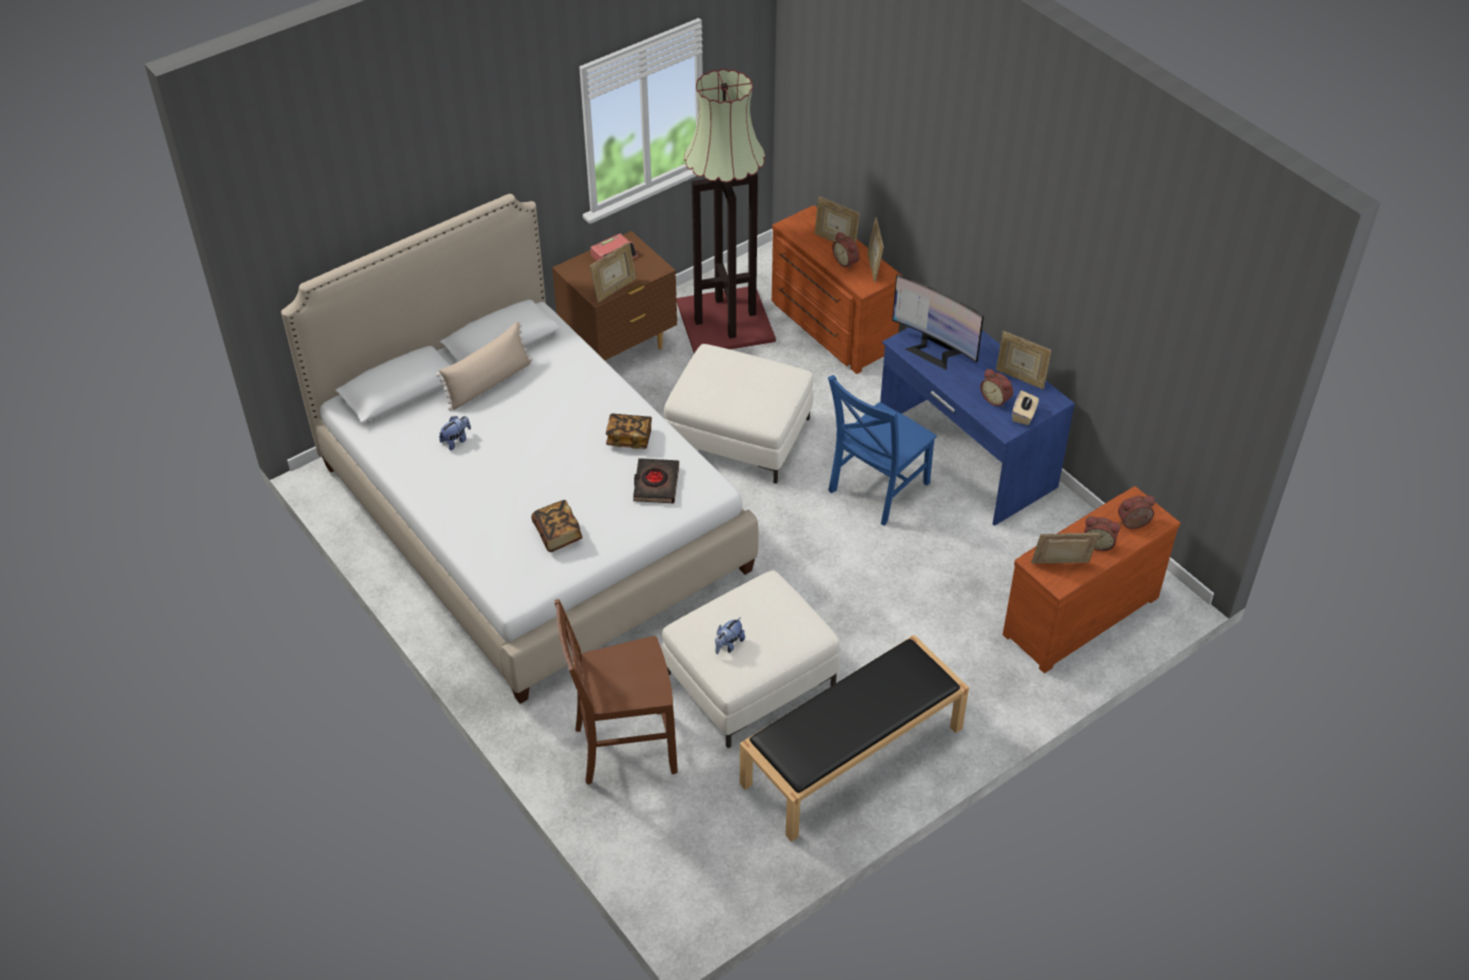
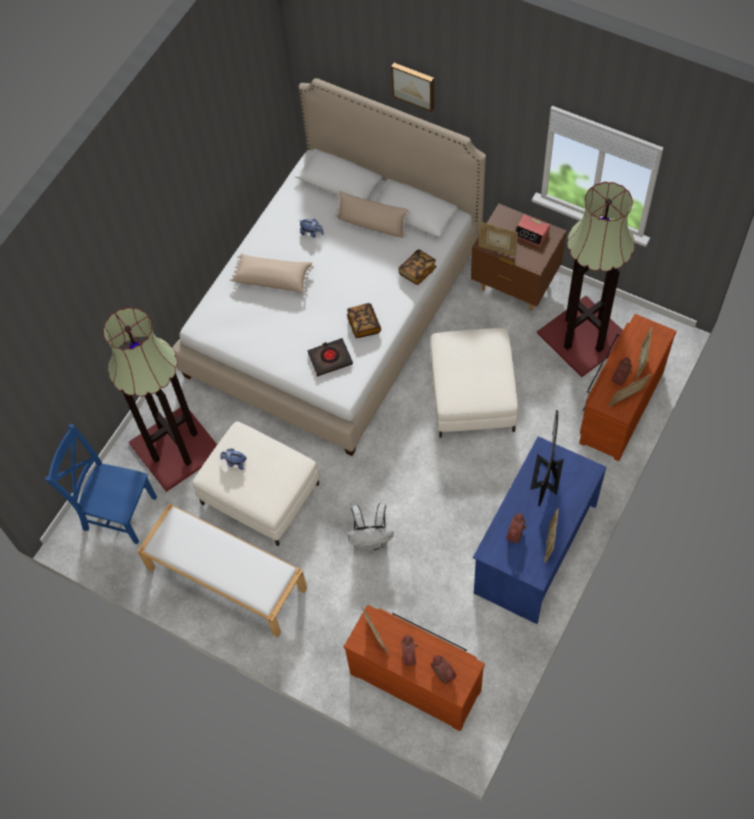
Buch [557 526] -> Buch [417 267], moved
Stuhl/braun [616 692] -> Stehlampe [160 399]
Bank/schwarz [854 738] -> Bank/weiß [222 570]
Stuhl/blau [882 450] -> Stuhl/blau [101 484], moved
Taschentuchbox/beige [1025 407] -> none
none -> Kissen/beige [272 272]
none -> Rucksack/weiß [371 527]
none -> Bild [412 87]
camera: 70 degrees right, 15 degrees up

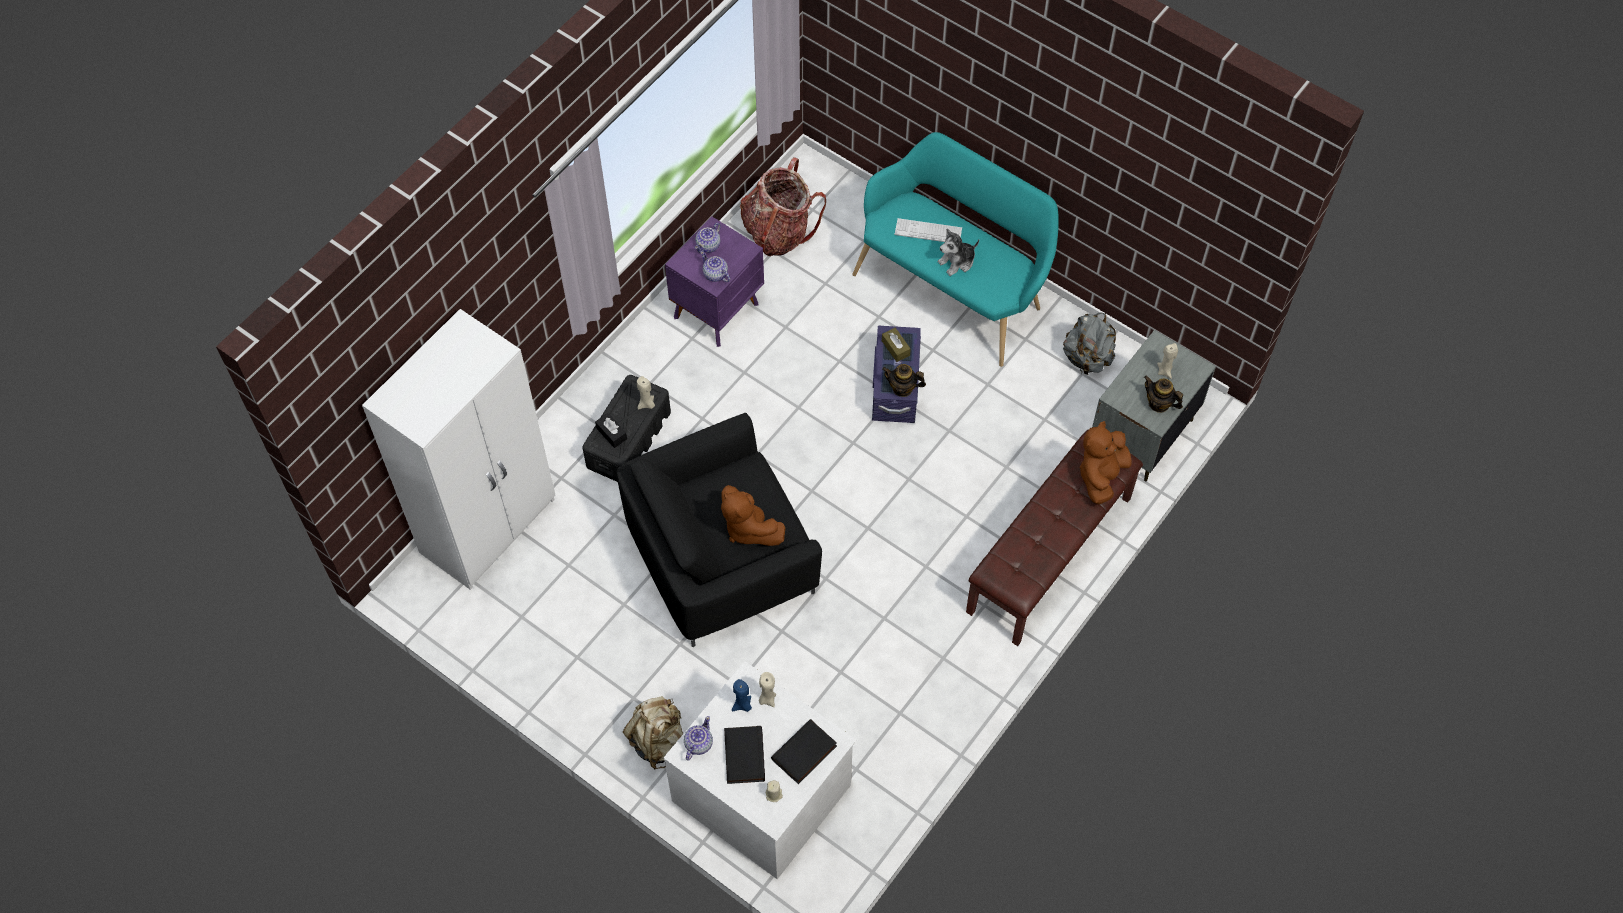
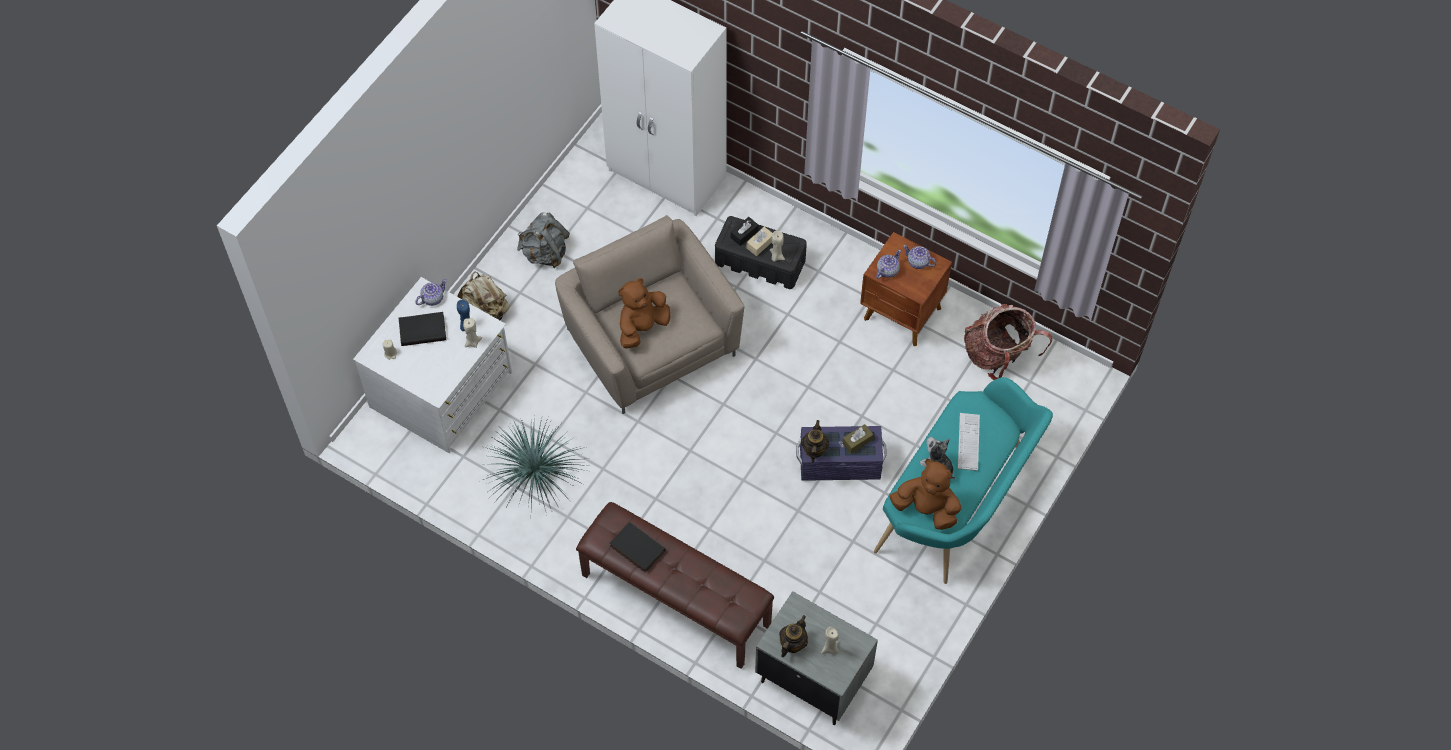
Sessel/schwarz [719 530] -> Sessel/beige [649 314]
Nachttisch/lila [714 281] -> Nachttisch/braun [906 289]
Teekanne [698 738] -> Teekanne [431 292], 60 degrees counterclockwise
Buch/schwarz [804 751] -> Buch/schwarz [638 547], moved
Rucksack/grau [1089 343] -> Rucksack/grau [543 240], moved
Plüschtier/braun [1105 463] -> Plüschtier/braun [925 494], moved
none -> Topfpflanze [535 464]
none -> Taschentuchbox/beige [759 241]
camera: 85 degrees right, 0 degrees up

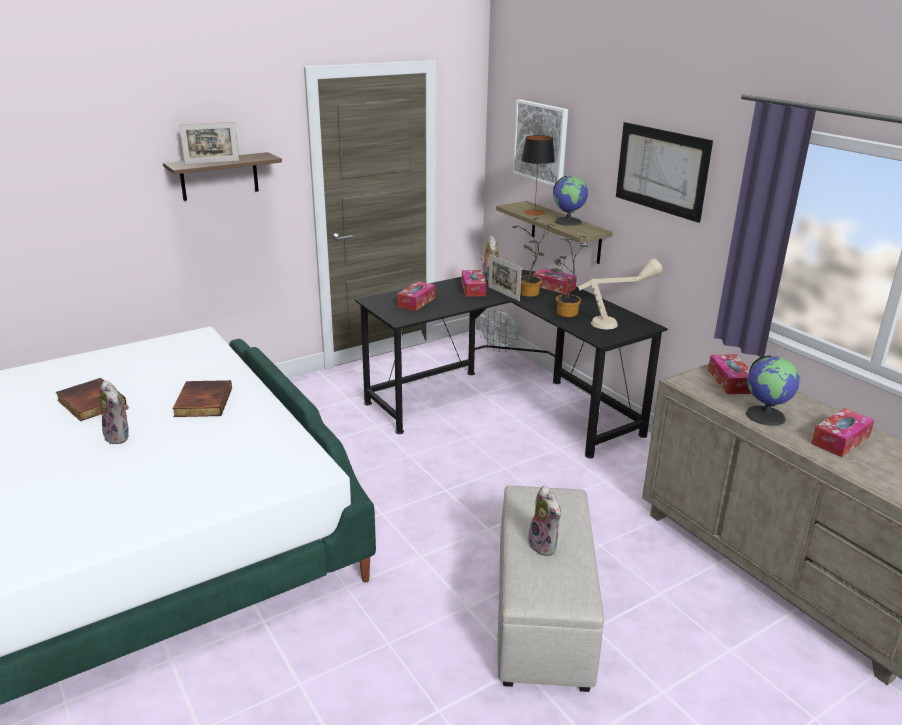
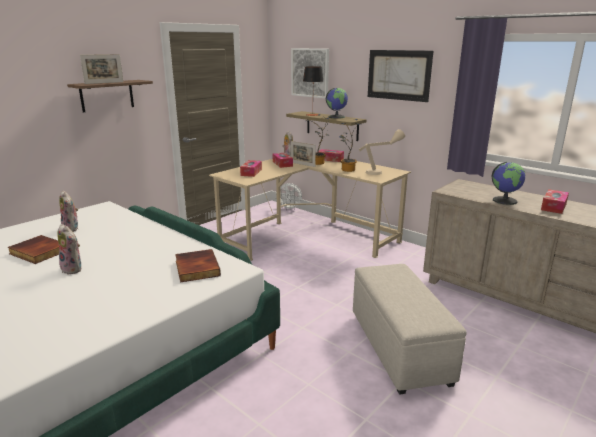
Buch [202 398] -> Buch [198 266], moved
Schreibtisch/schwarz [511 364] -> Schreibtisch/beige [310 210]
Plüschtier [543 520] -> Plüschtier [68 211], moved
Taschentuchbox [729 374] -> none
camera: 15 degrees left, 5 degrees down

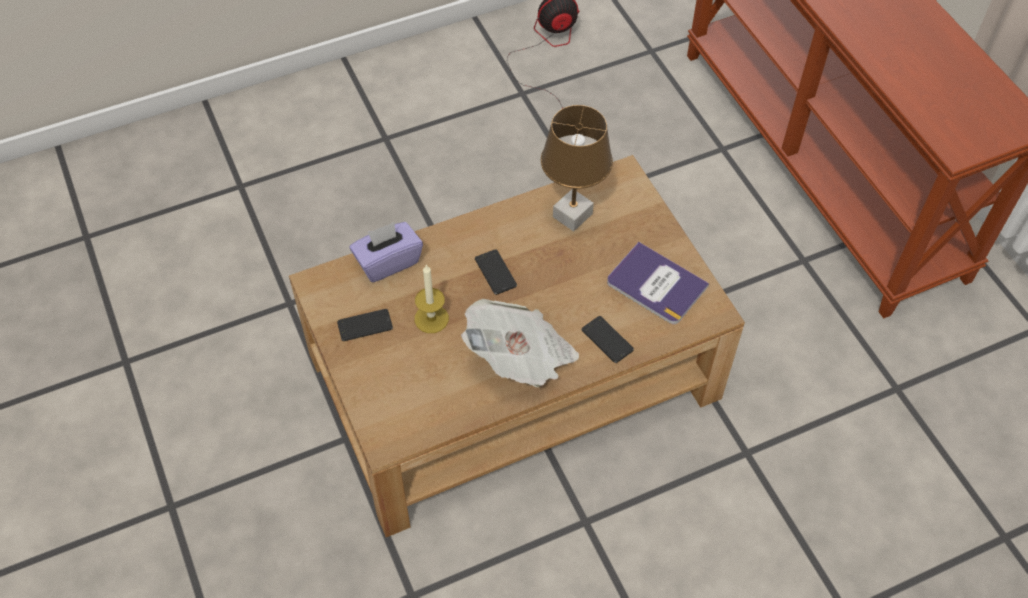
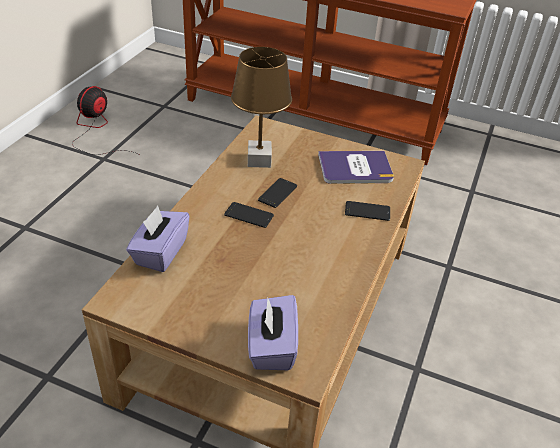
Handy [365 325] -> Handy [277 193], moved
Kerze [432 299] -> none
Zeitung [520 343] -> none
none -> Taschentuchbox/lila [273 332]
camera: 45 degrees left, 15 degrees down

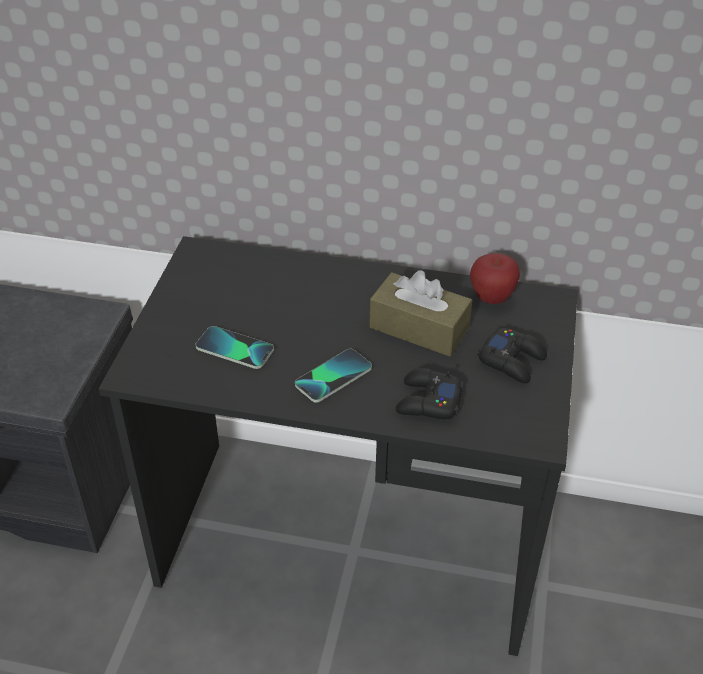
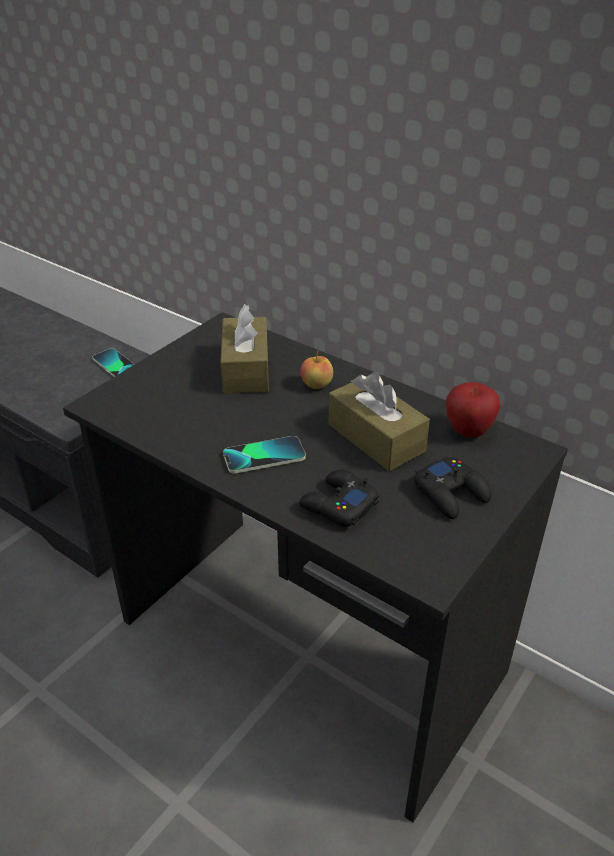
Handy [234 347] -> Handy [113 362], moved
none -> Taschentuchbox/braun [244 349]
none -> Apfel [316 370]
camera: 25 degrees right, 5 degrees down

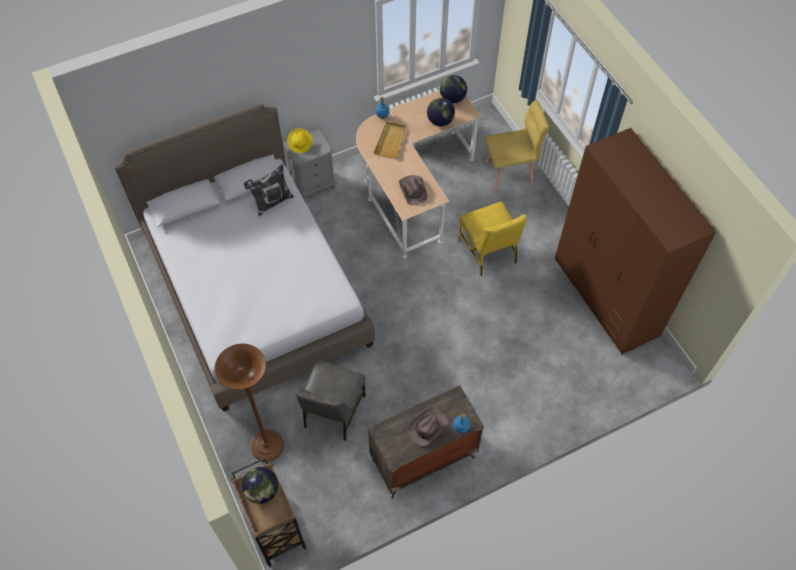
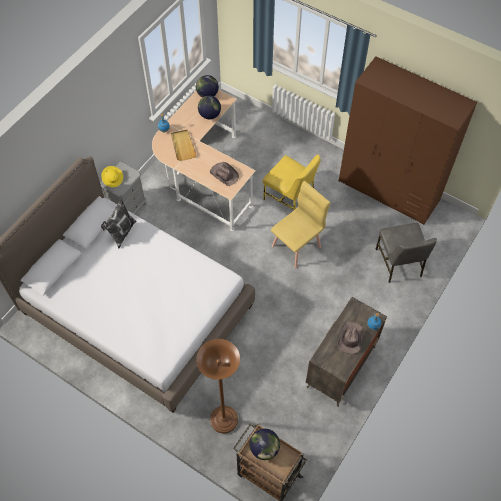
Stuhl/grau [330 401] -> Stuhl/grau [406 252], moved
Stuhl/gelb [516 145] -> Stuhl/gelb [300 224], moved
camera: 30 degrees left, 0 degrees up

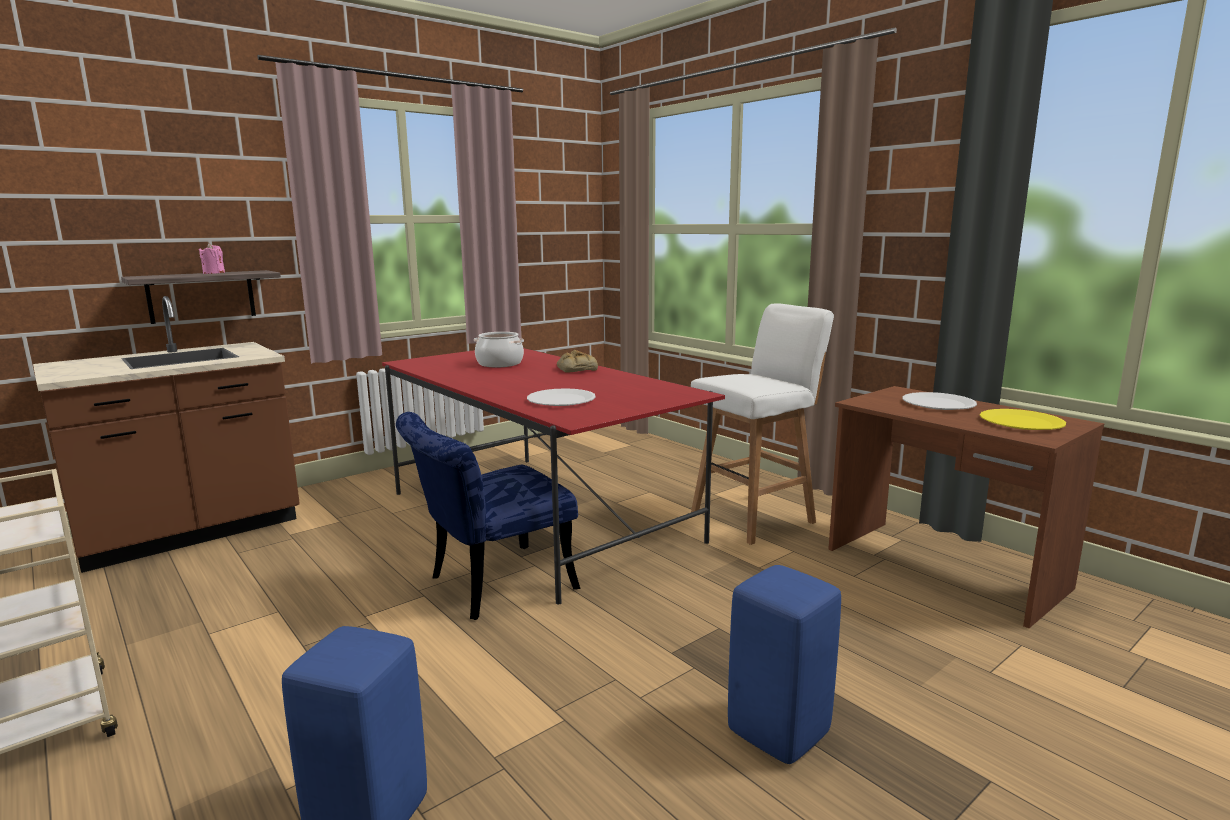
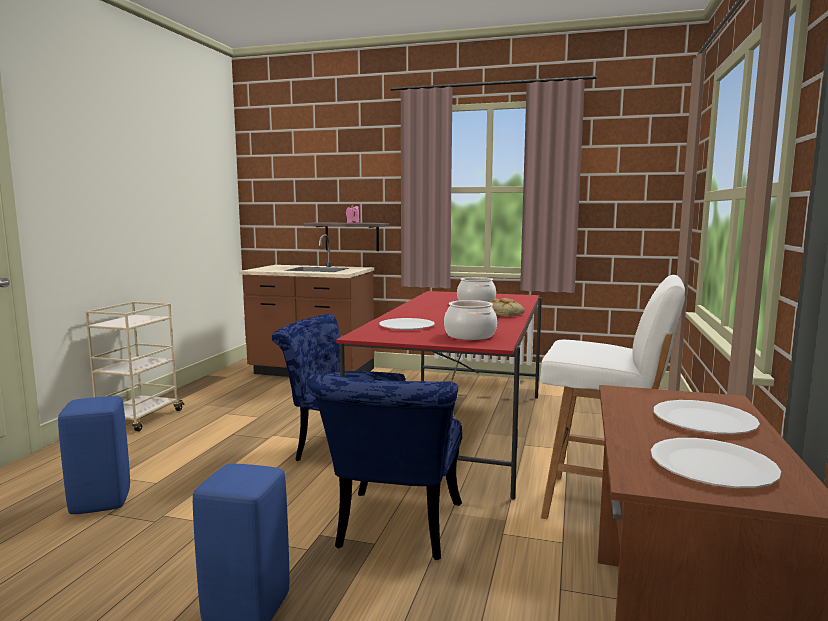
Teller/gelb [1023 419] -> Teller/weiß [716 463]
none -> Stuhl/blau [384 467]
none -> Kochtopf [470 320]
camera: 55 degrees right, 5 degrees down

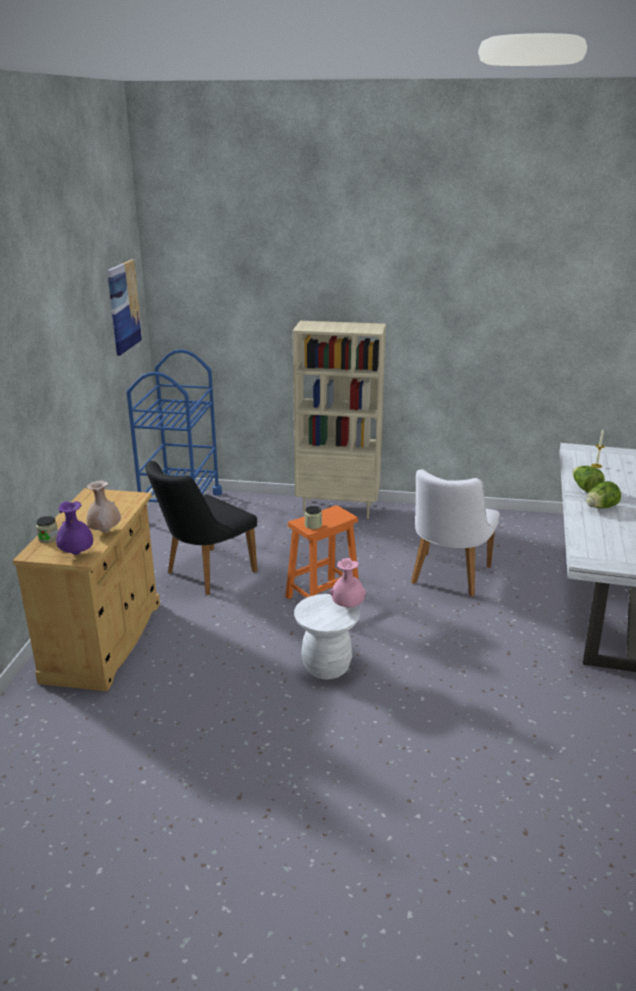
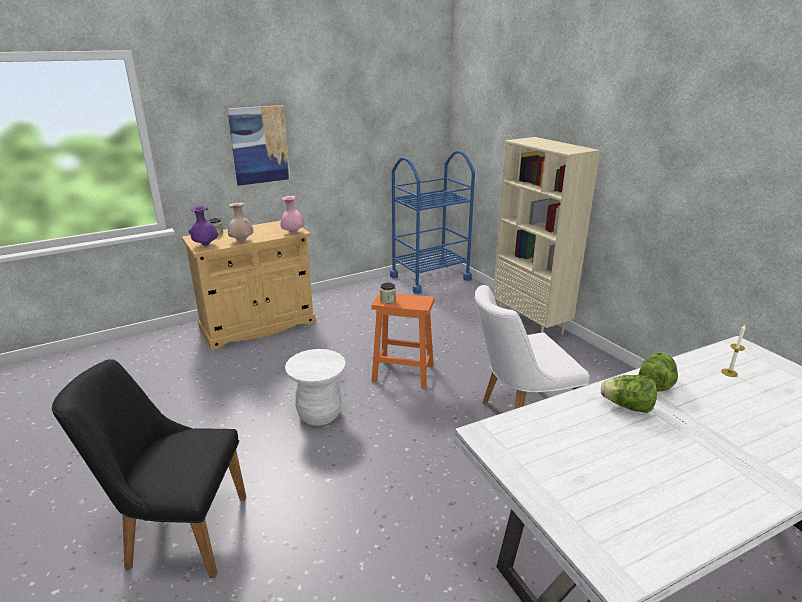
Bild [124 308] -> Bild [258 145], moved
Stuhl/schwarz [201 528] -> Stuhl/schwarz [149 468], moved
Vase/rosa [347 582] -> Vase/rosa [293 215], moved
camera: 50 degrees right, 0 degrees up

